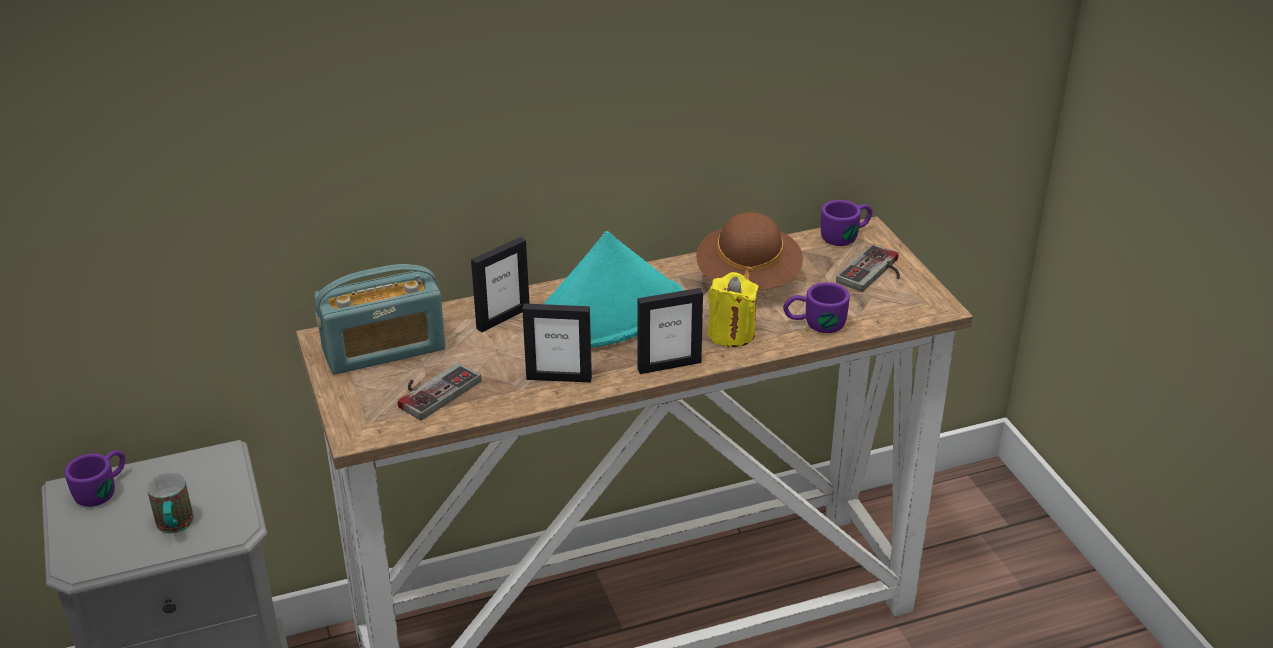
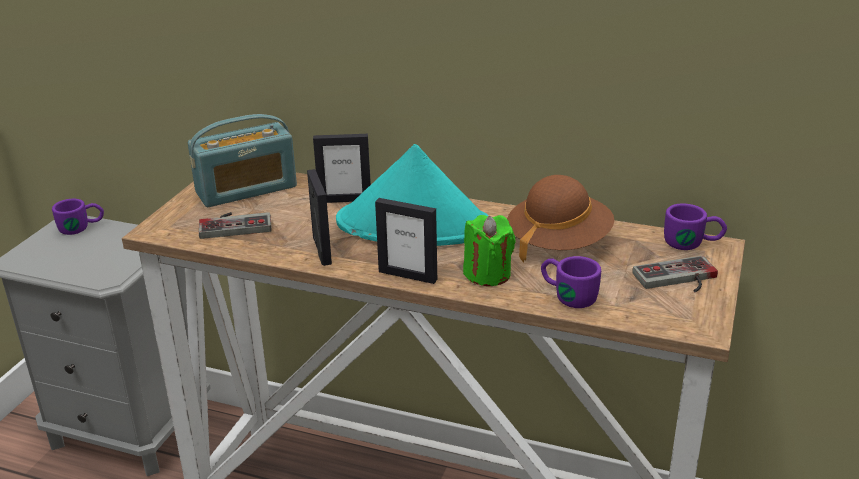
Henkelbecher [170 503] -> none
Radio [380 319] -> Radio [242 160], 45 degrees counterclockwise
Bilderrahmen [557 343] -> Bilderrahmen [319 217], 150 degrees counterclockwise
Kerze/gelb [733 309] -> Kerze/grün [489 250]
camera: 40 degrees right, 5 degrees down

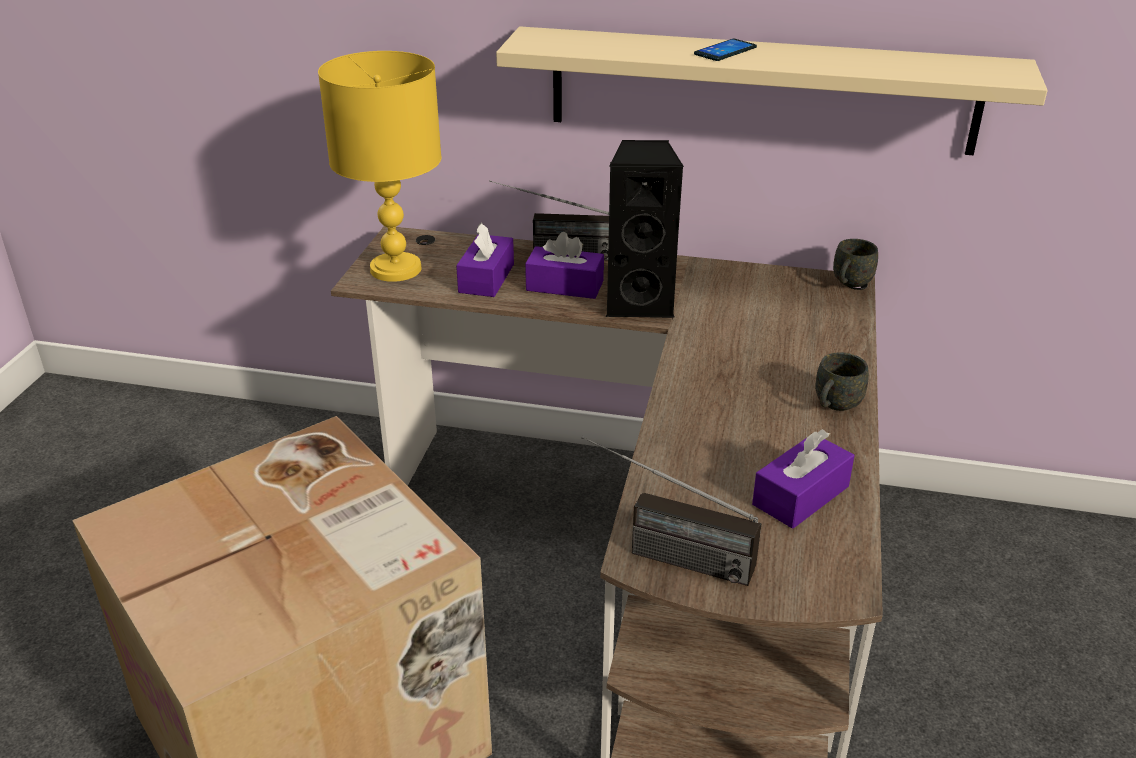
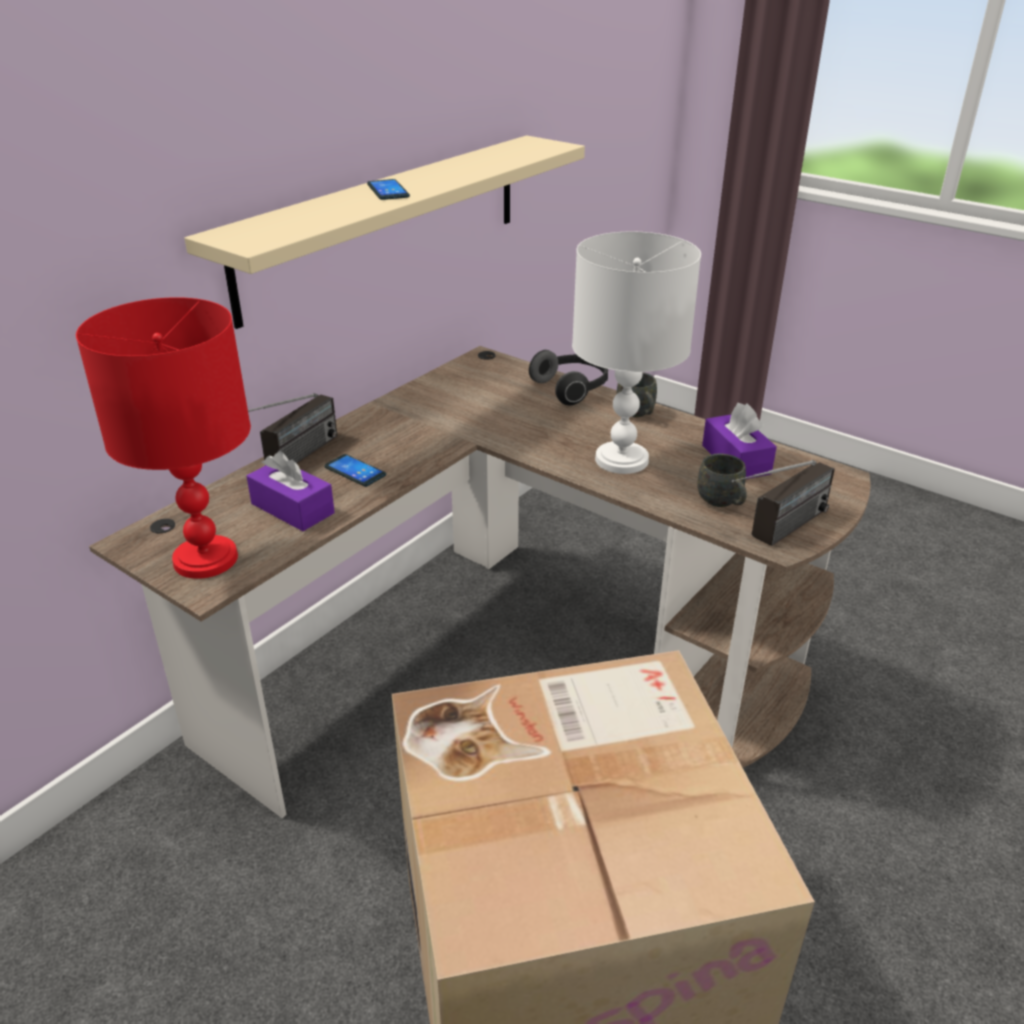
Tischlampe/gelb [380 166] -> Tischlampe/rot [163 438]
Taschentuchbox/lila [564 265] -> Handy [355 470]
Lautsprecher/schwarz [645 229] -> none
Henkelbecher/grau [855 263] -> Henkelbecher/grau [722 480], moved
none -> Kopfhörer [568 377]
none -> Tischlampe/weiß [636 353]
camera: 65 degrees left, 0 degrees up

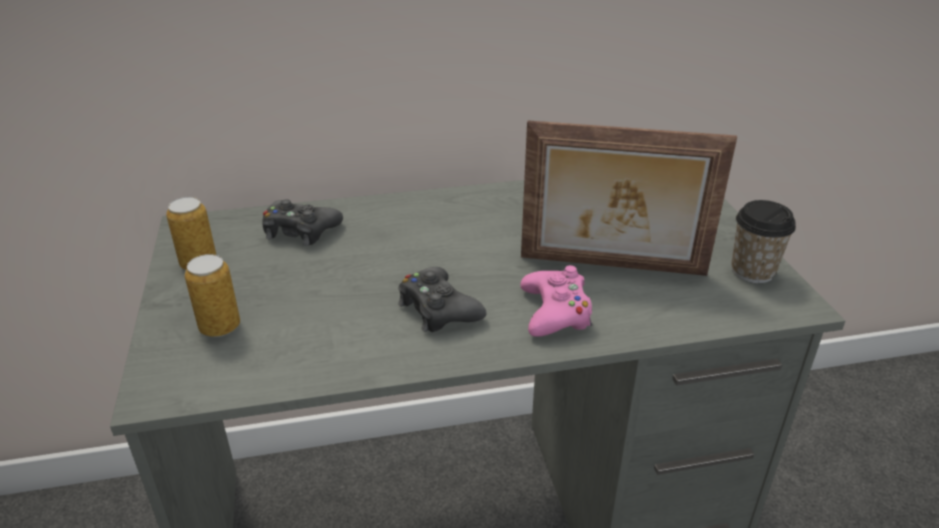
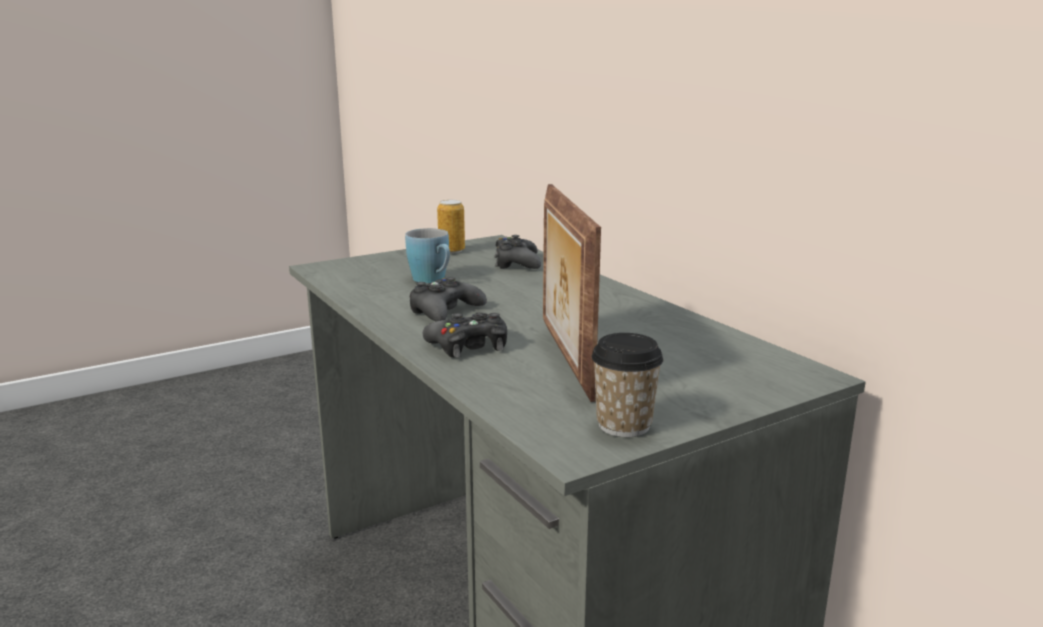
Dose [212 295] -> none
Gamepad/rosa [556 301] -> Gamepad/schwarz [465 335]
none -> Henkelbecher/blau [427 255]
camera: 70 degrees right, 15 degrees down

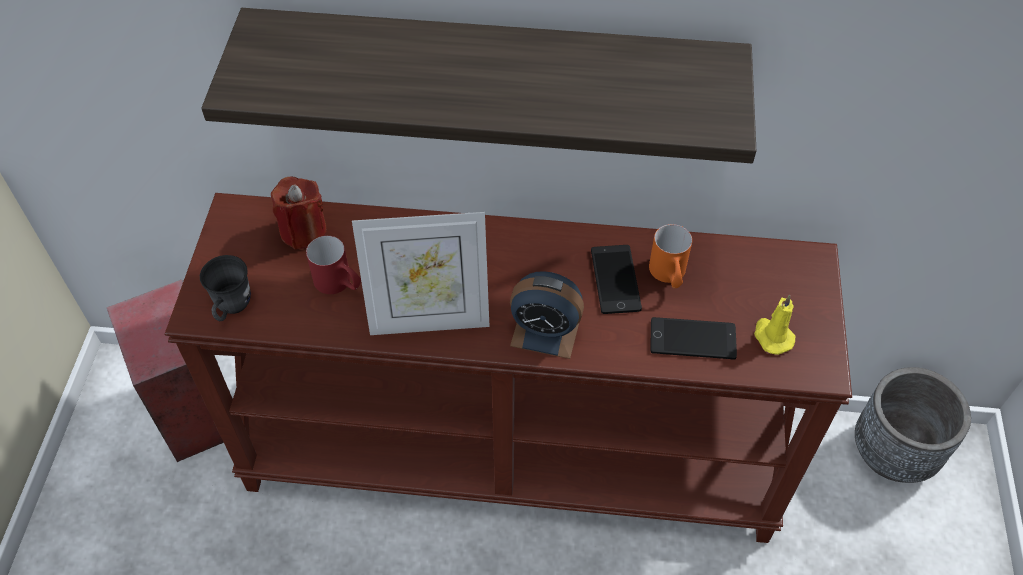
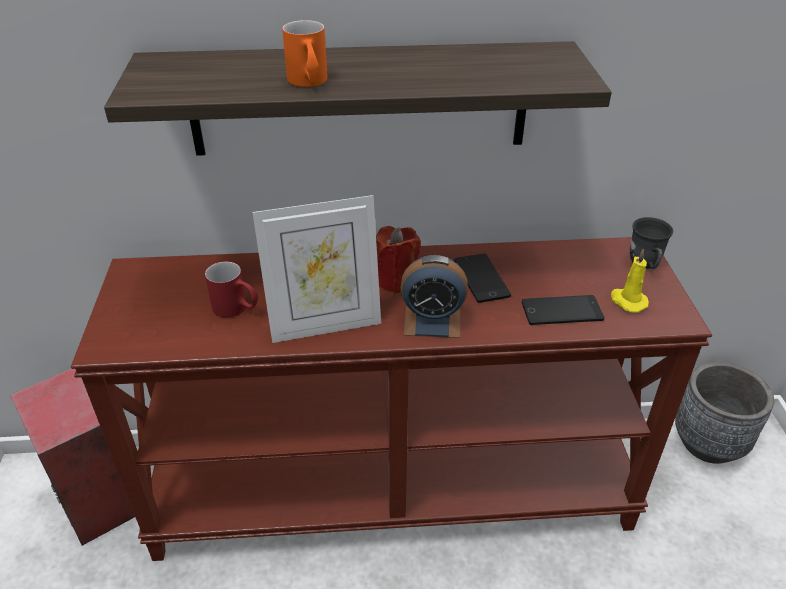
Henkelbecher/grau [225 288] -> Henkelbecher/grau [651 243], moved
Kerze/rot [299 212] -> Kerze/rot [398 259], moved
Henkelbecher/orange [670 256] -> Henkelbecher/orange [304 53], moved
camera: 10 degrees left, 15 degrees down

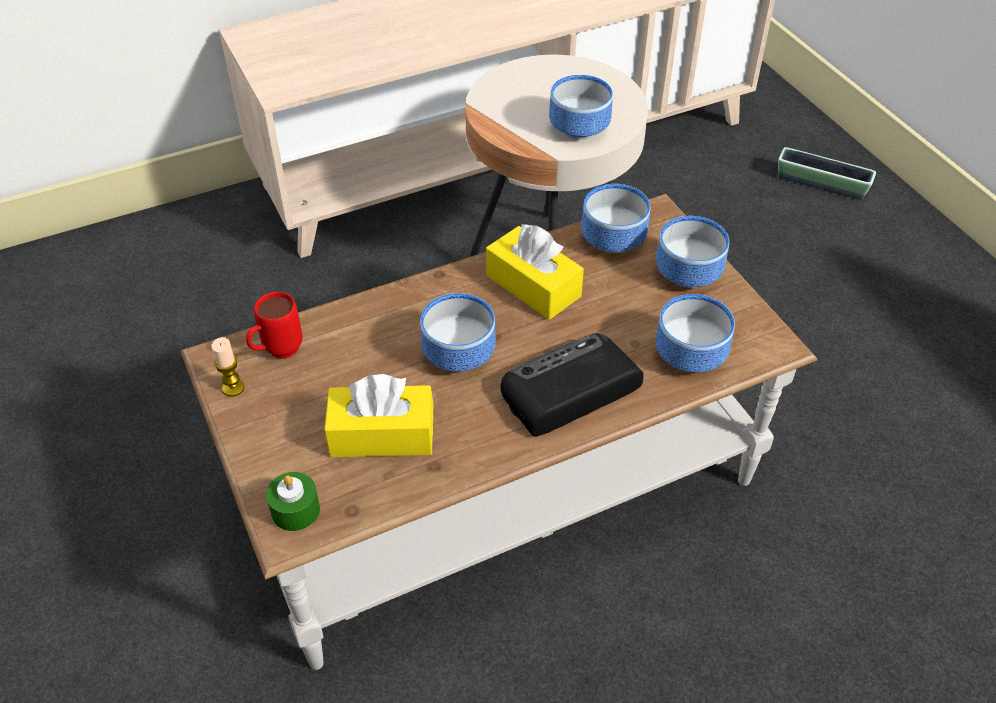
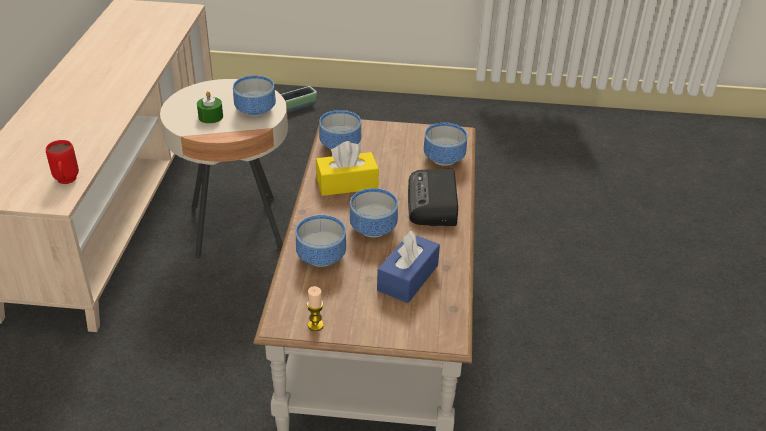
Henkelbecher/rot [274 325] -> Henkelbecher/rot [62 162], moved
Kerze/grün [293 501] -> Kerze/grün [210 107], moved
Taschentuchbox/gelb [378 415] -> Taschentuchbox/blau [408 267]
Schüssel [692 252] -> Schüssel [321 241], moved
camera: 60 degrees left, 10 degrees down

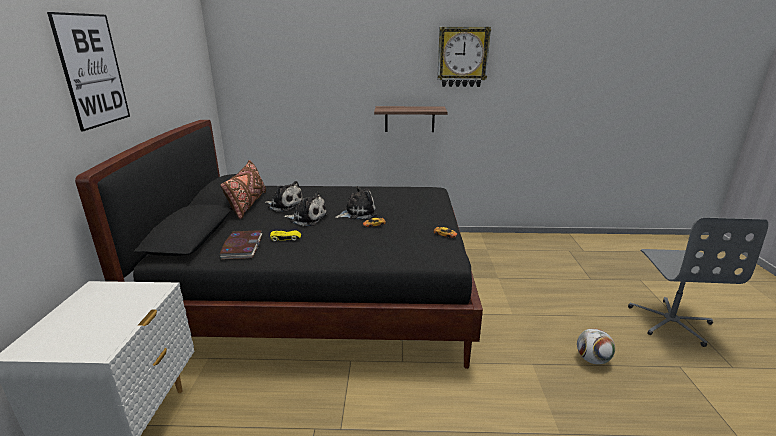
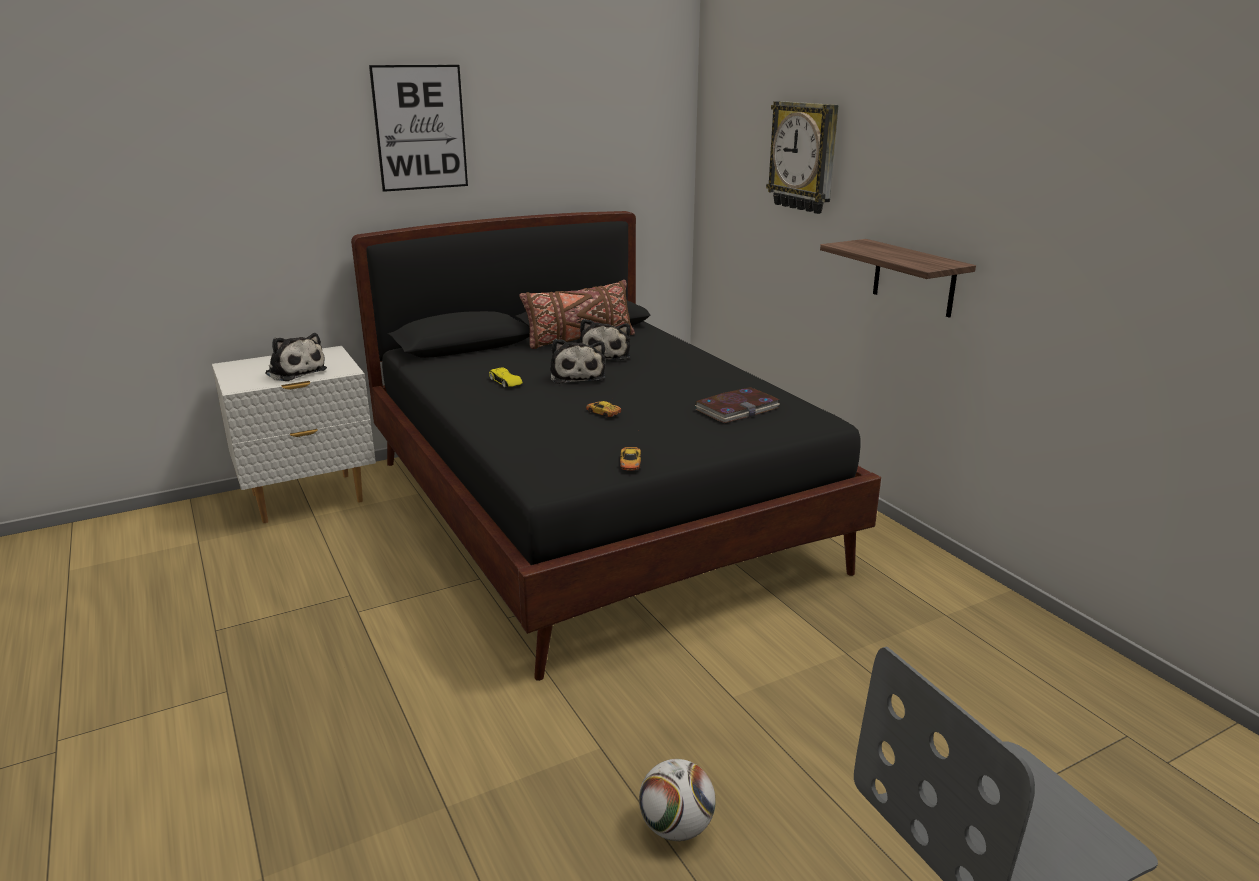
Buch [241 245] -> Buch [737 405], moved
Plüschtier [356 203] -> Plüschtier [296 357], moved
Wanduhr [464 57] -> Wanduhr [802 157], moved
camera: 60 degrees right, 0 degrees up

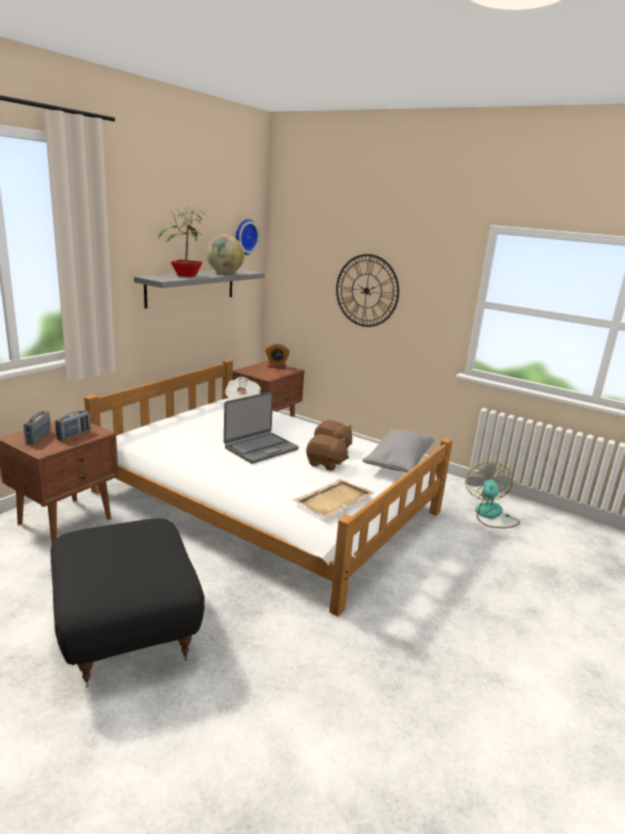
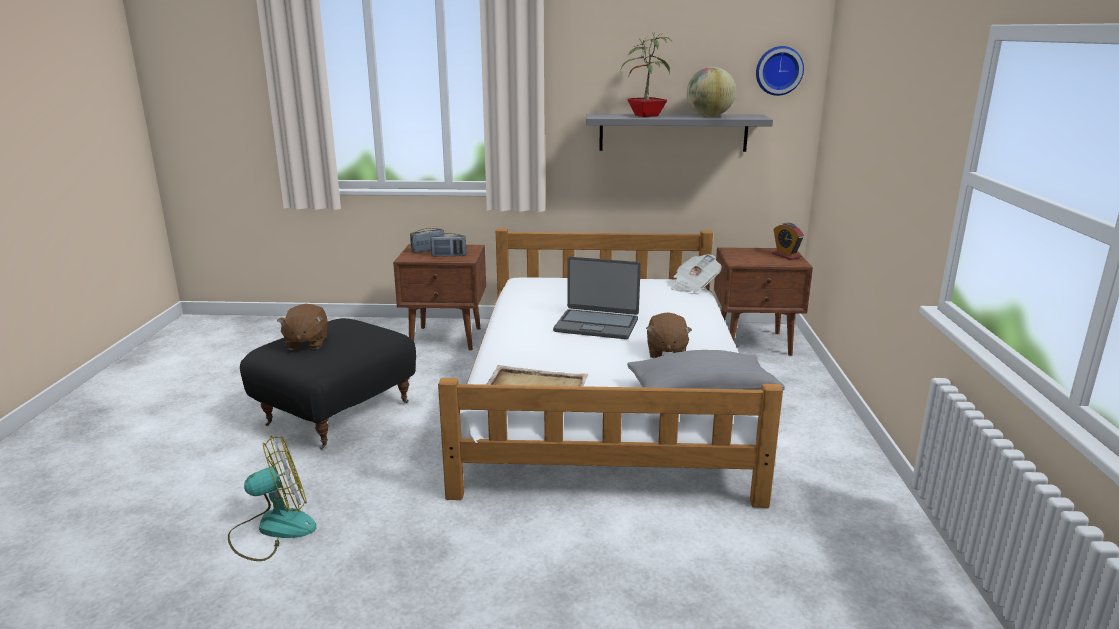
Plüschtier/braun [327 452] -> Plüschtier/braun [302 327], moved
Wanduhr [367 290] -> none
Ventilator [492 495] -> Ventilator [272 498], moved
camera: 60 degrees right, 0 degrees up

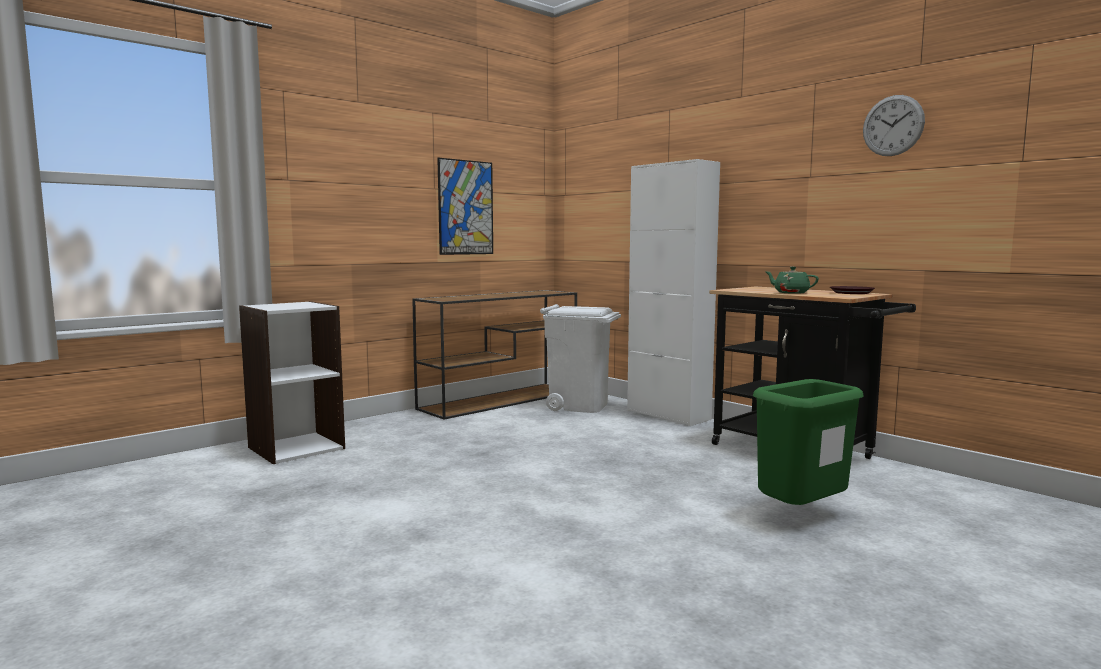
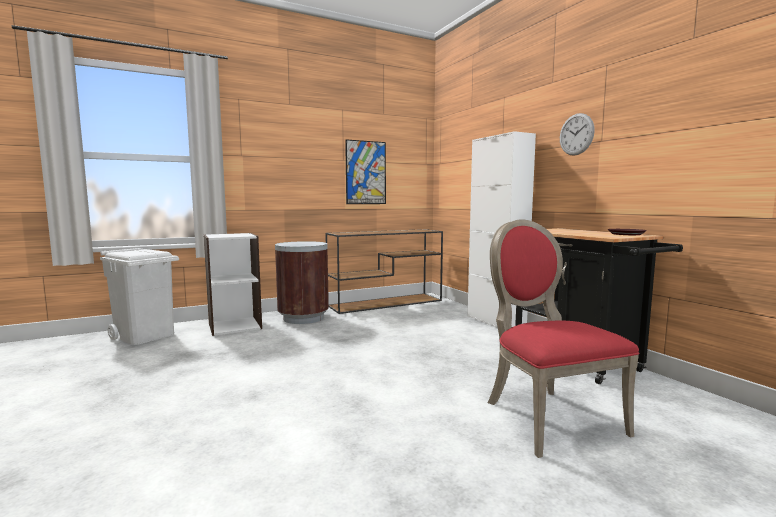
Mülleimer/weiß [580 358] -> Mülleimer/weiß [139 296], moved
Mülleimer/grün [808 442] -> Stuhl/rot [563 338]
Teekanne/grün [792 280] -> none
Wanduhr [894 125] -> Wanduhr [577 134], moved
none -> Mülleimer/braun [302 282]
camera: 15 degrees right, 0 degrees up

